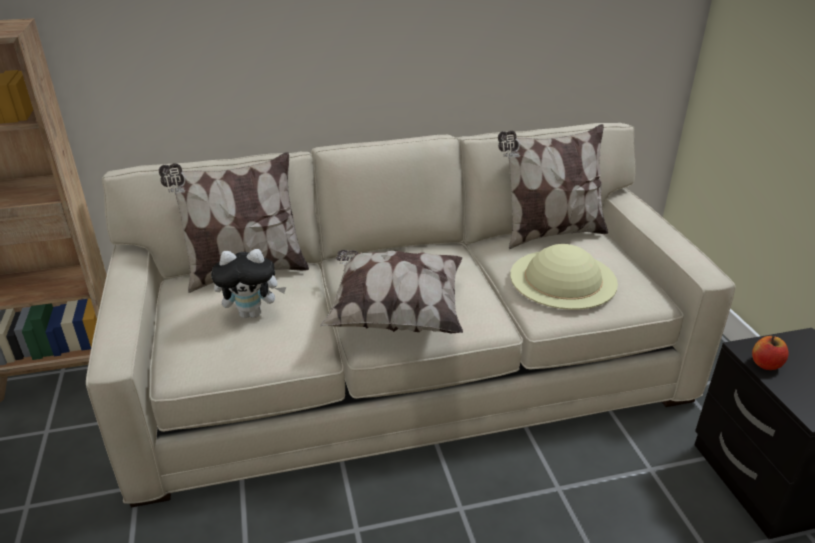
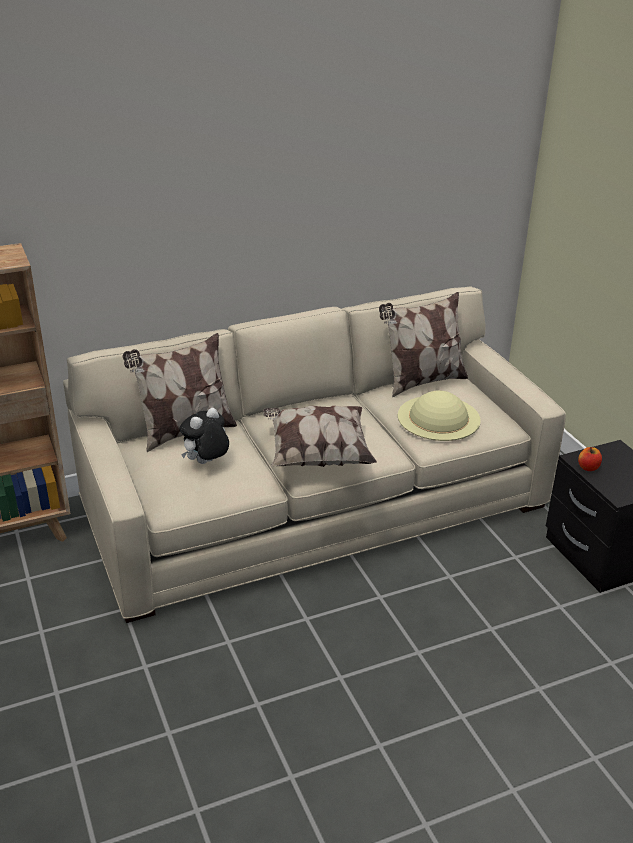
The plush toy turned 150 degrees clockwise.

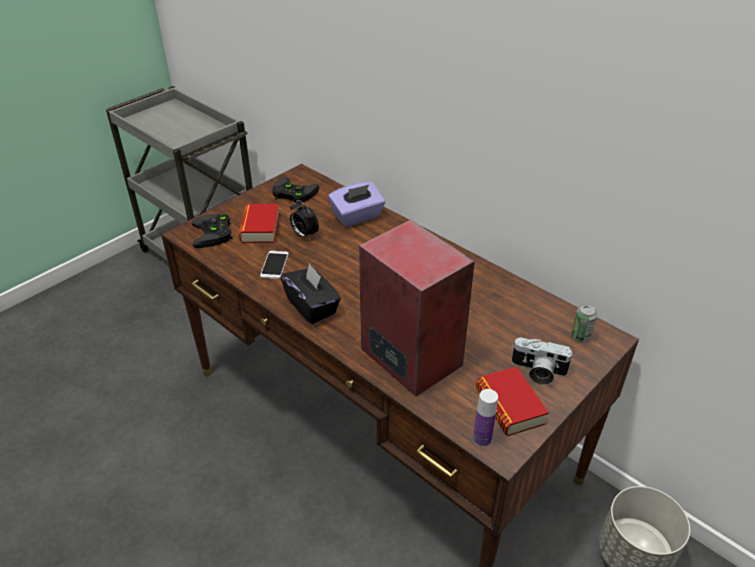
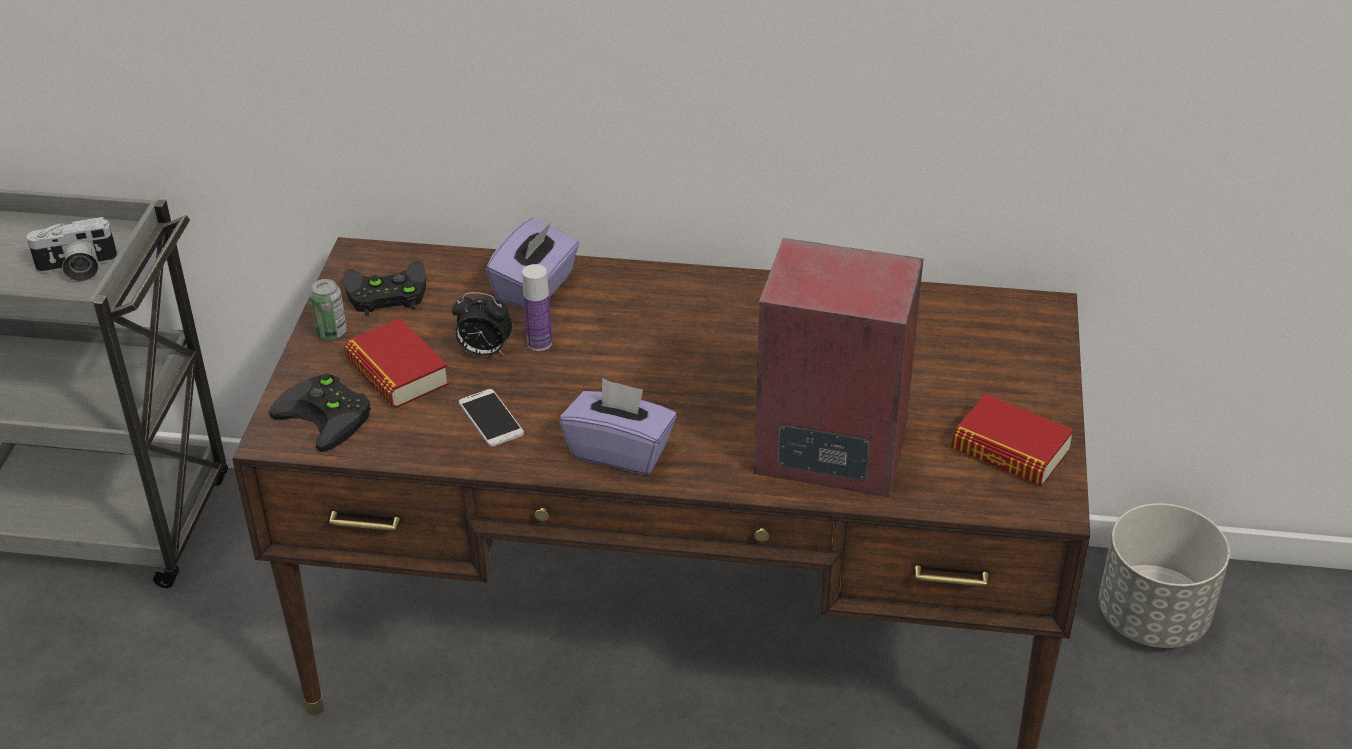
The photo camera moved. The can moved. The bottle moved. The tissue box/black became the tissue box/purple (no. 2 from left).

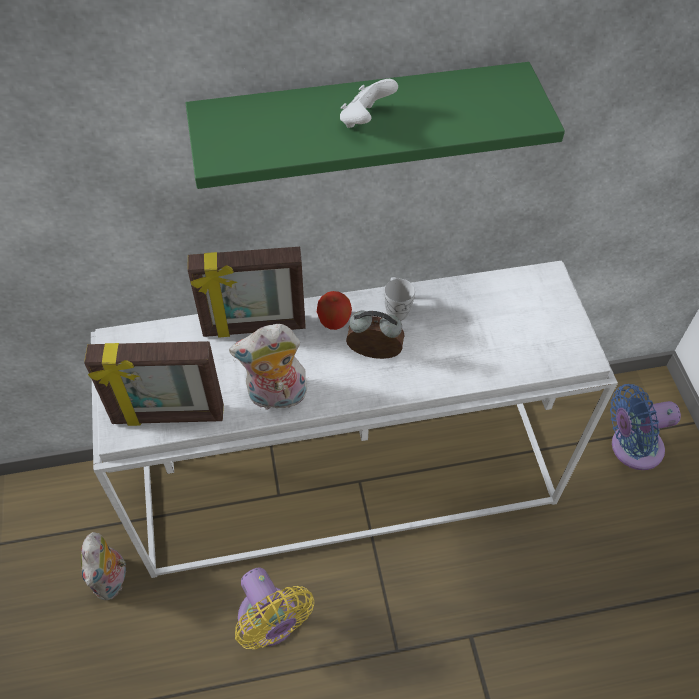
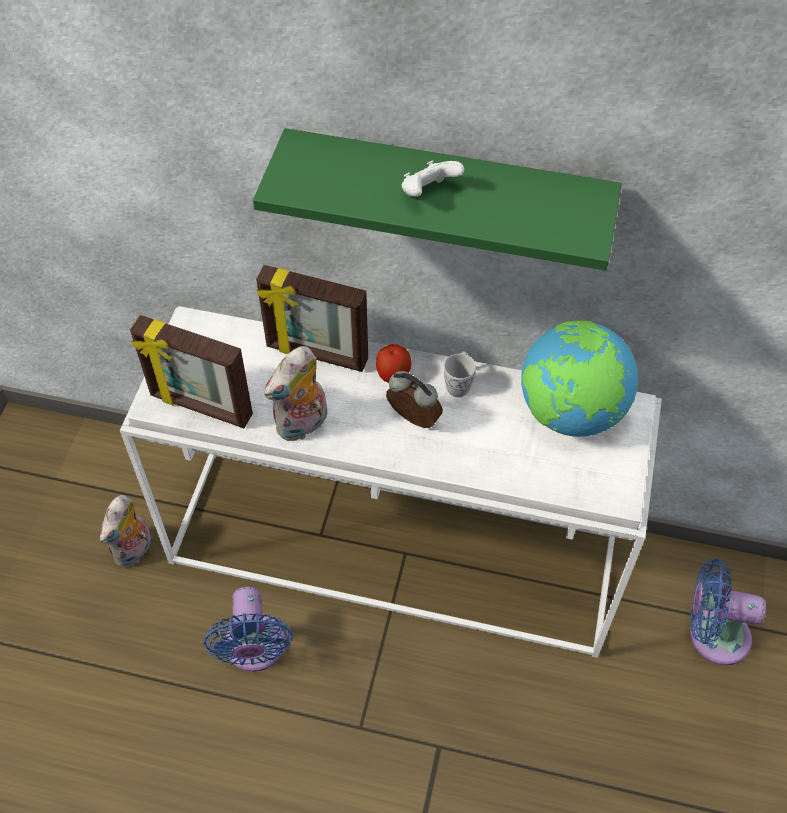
The fan/yellow became the fan/blue (no. 1 from left). The plush toy (no. 2 from left) turned 60 degrees counterclockwise. The globe appeared.

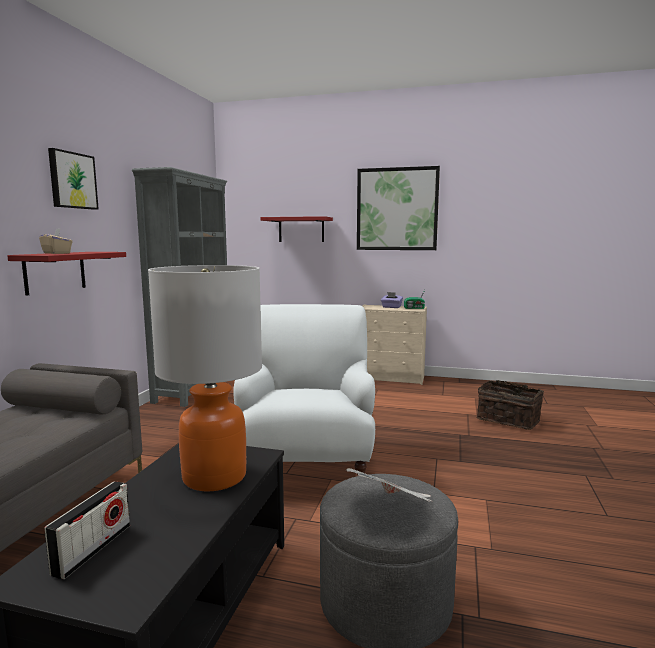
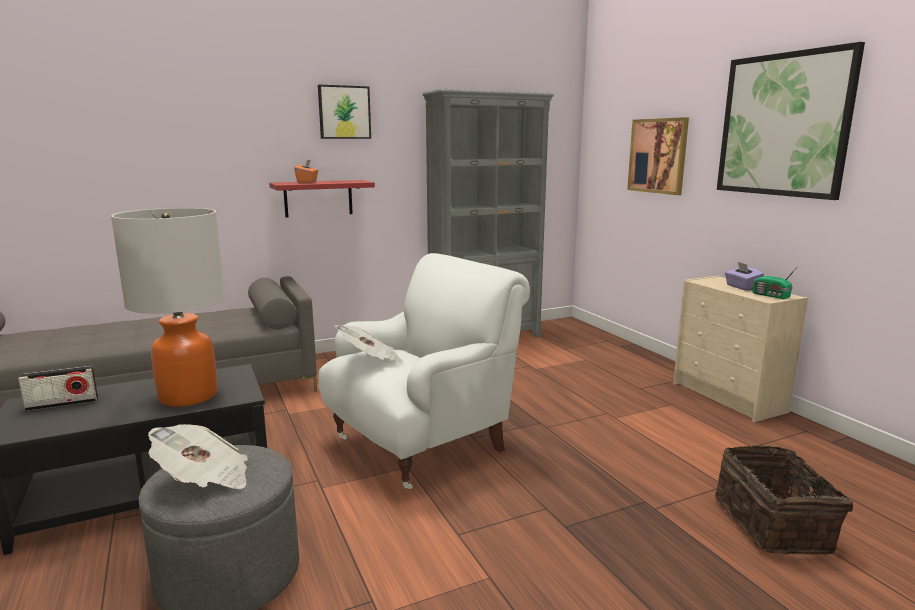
The tissue box/beige became the tissue box/orange. The newspaper (no. 2 from left) appeared. The shelf/red (no. 2 from left) was replaced by the picture (no. 2 from left).

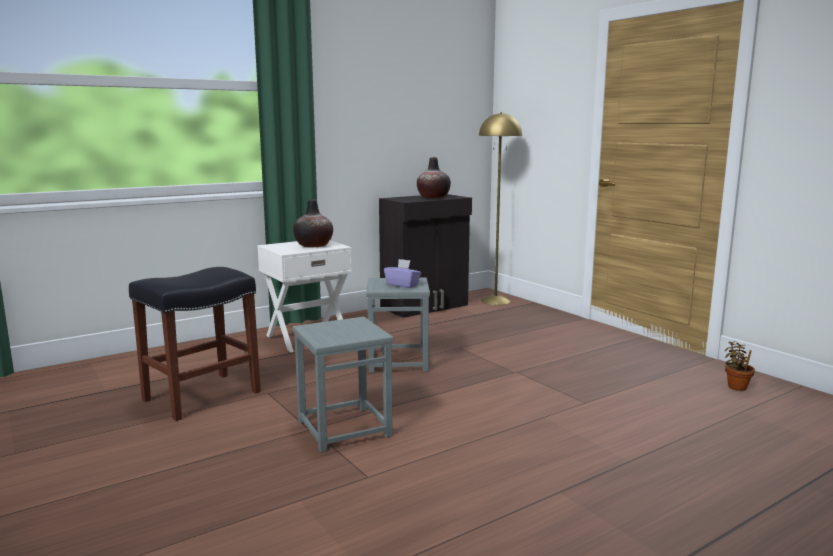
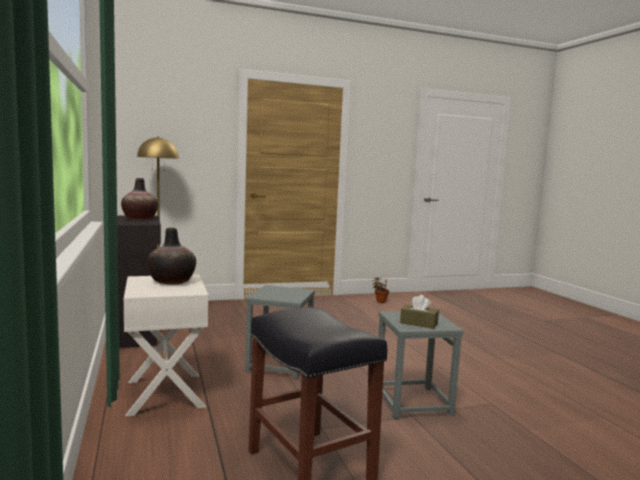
The tissue box/brown appeared. The tissue box/purple disappeared.

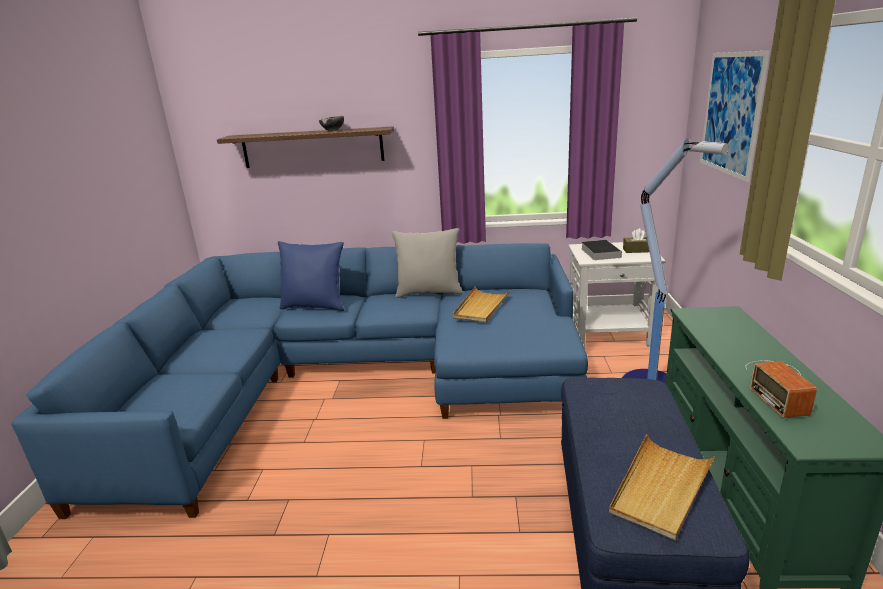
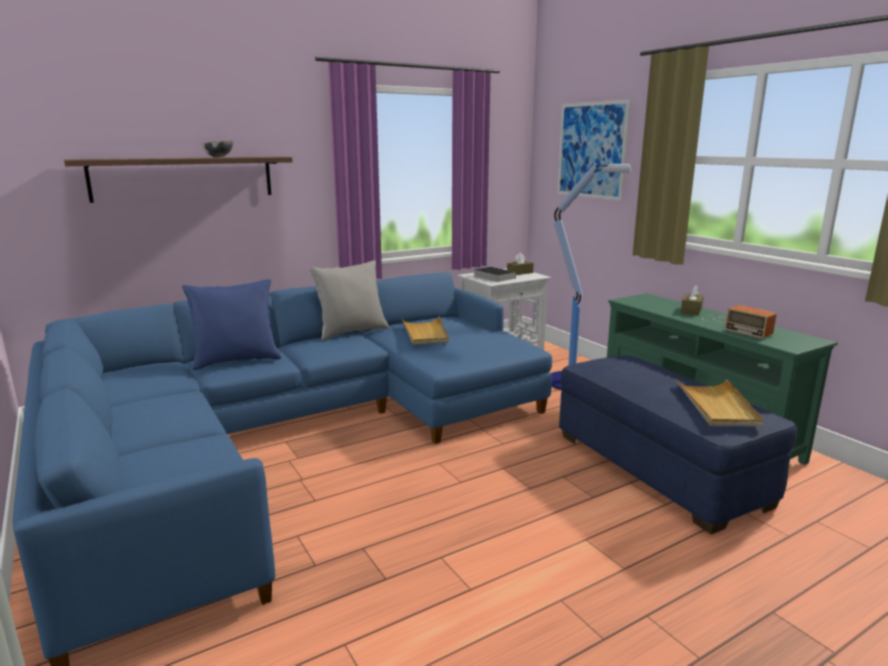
The tissue box/brown (no. 2 from left) appeared.

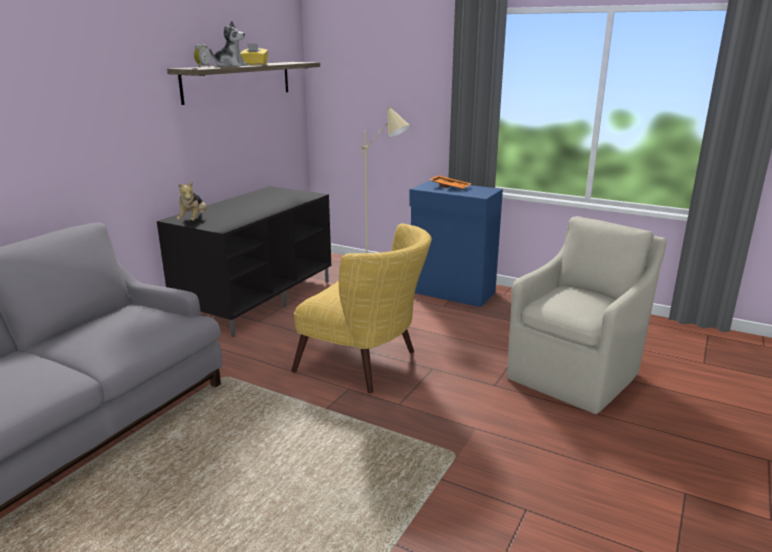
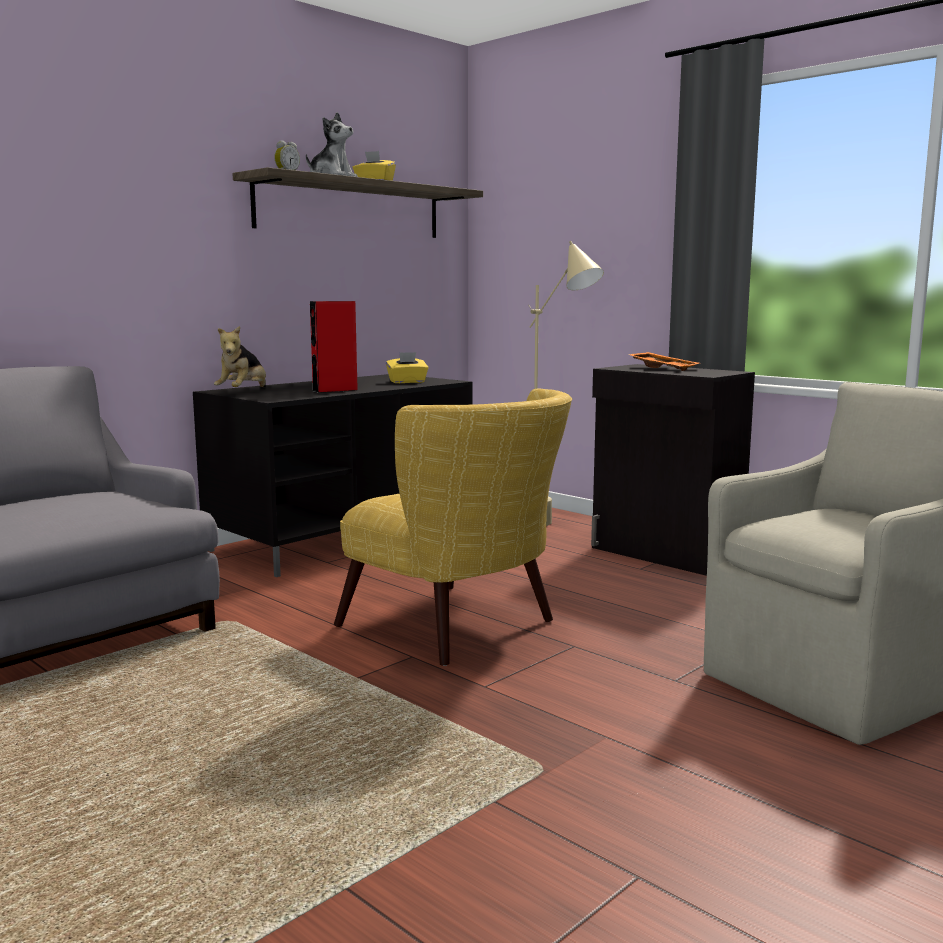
The speaker/red appeared. The tissue box/yellow (no. 2 from left) appeared. The cabinet/blue became the cabinet/black.

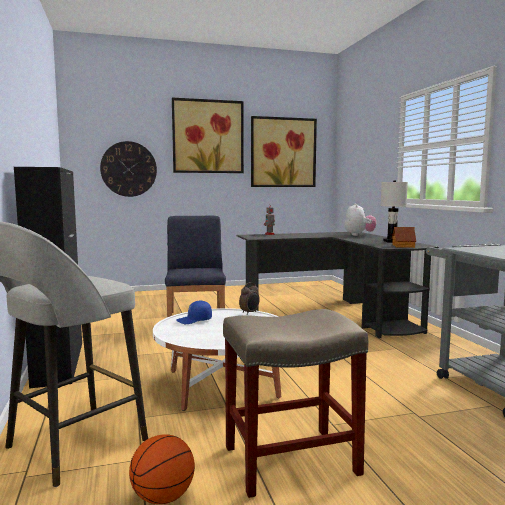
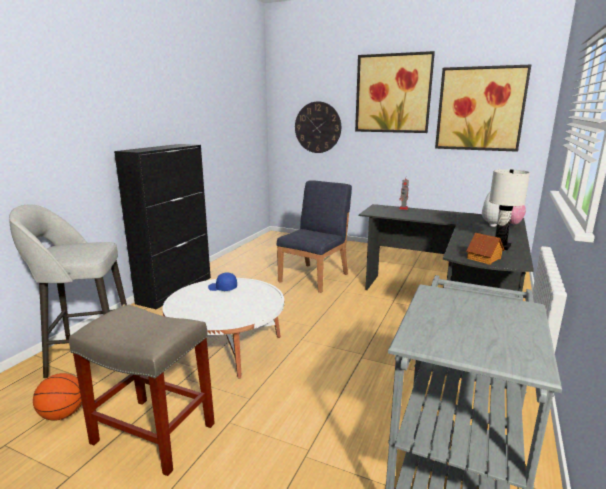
The alarm clock disappeared.

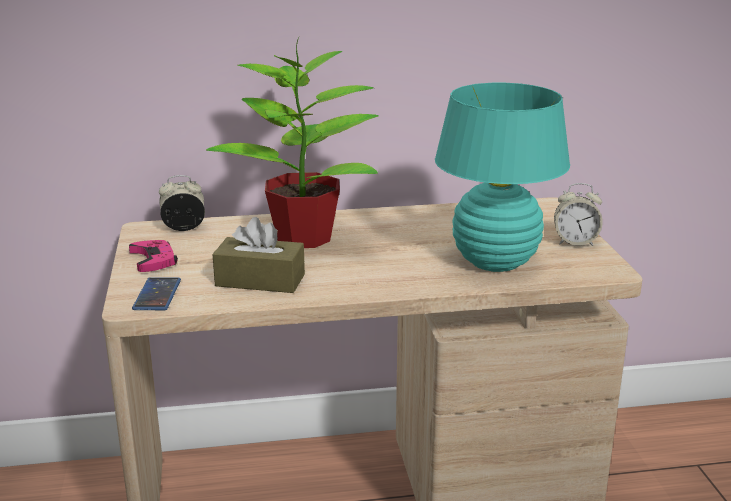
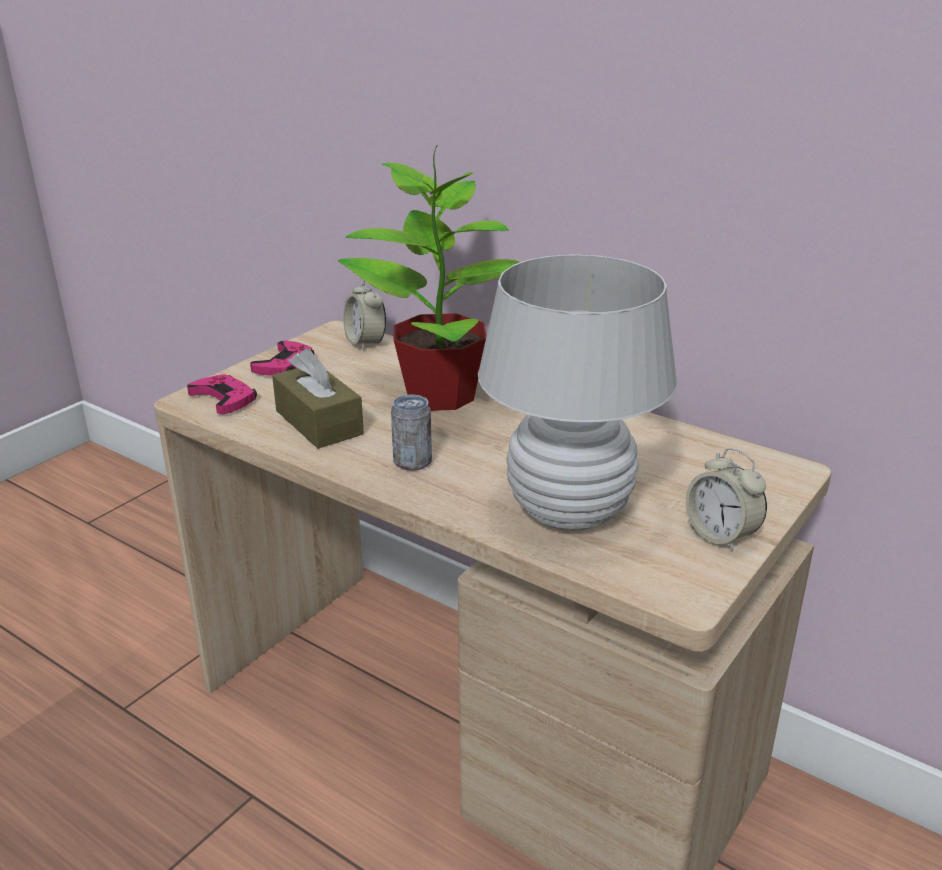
The phone was replaced by the game controller/pink (no. 1 from left). The alarm clock (no. 1 from left) turned 150 degrees counterclockwise. The can appeared. The table lamp/turquoise became the table lamp/white.

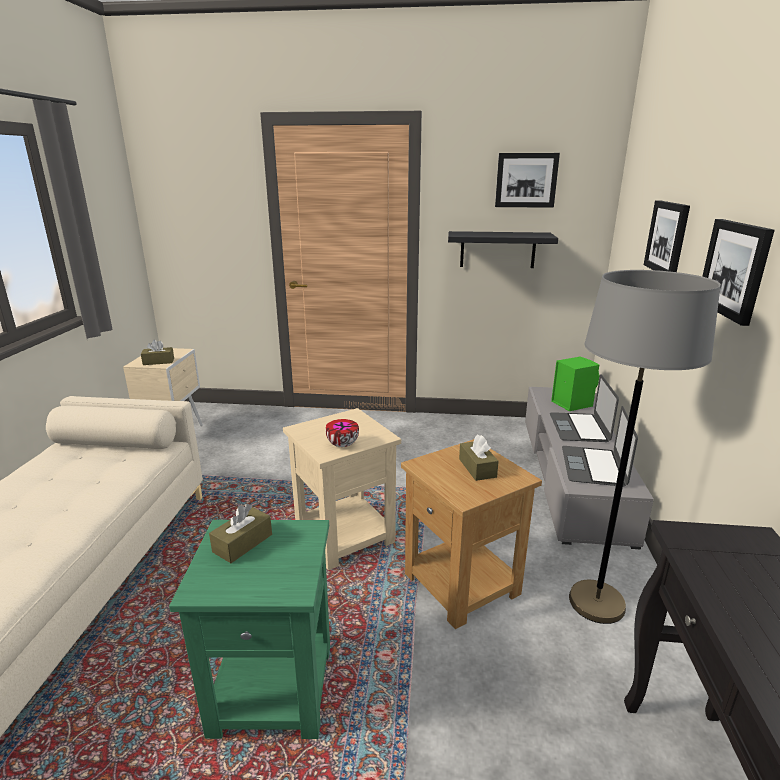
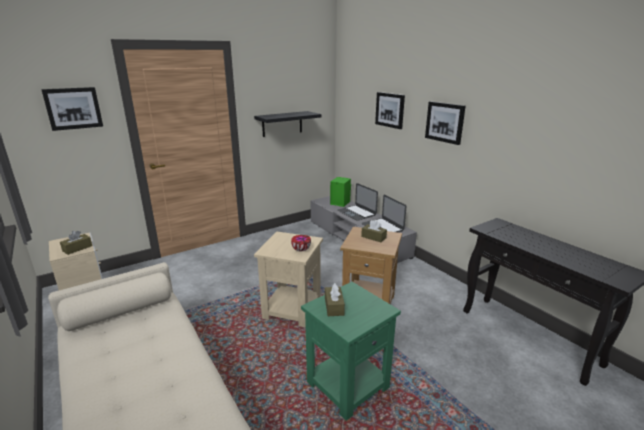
The picture (no. 1 from left) moved. The floor lamp/grey disappeared.

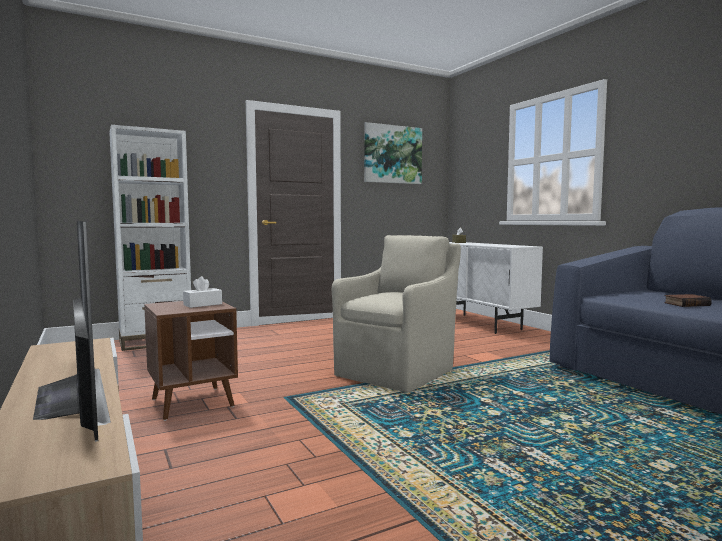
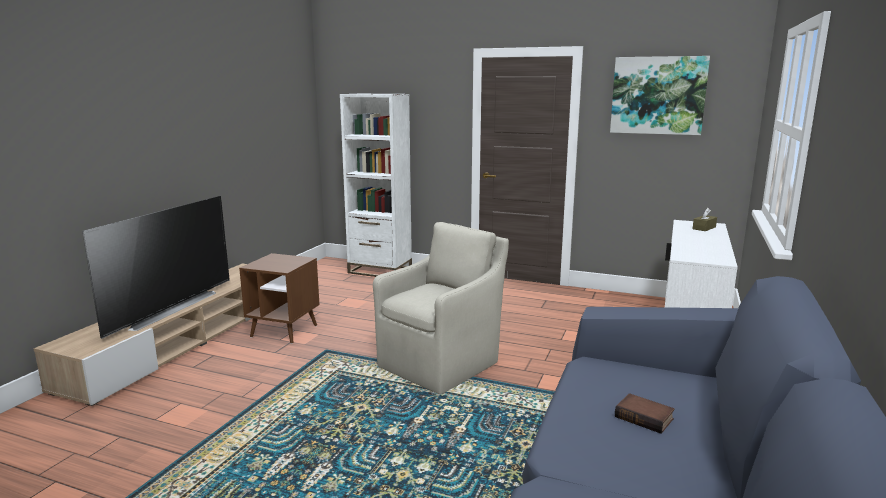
The armchair/beige turned 45 degrees counterclockwise. The tissue box/white disappeared.

